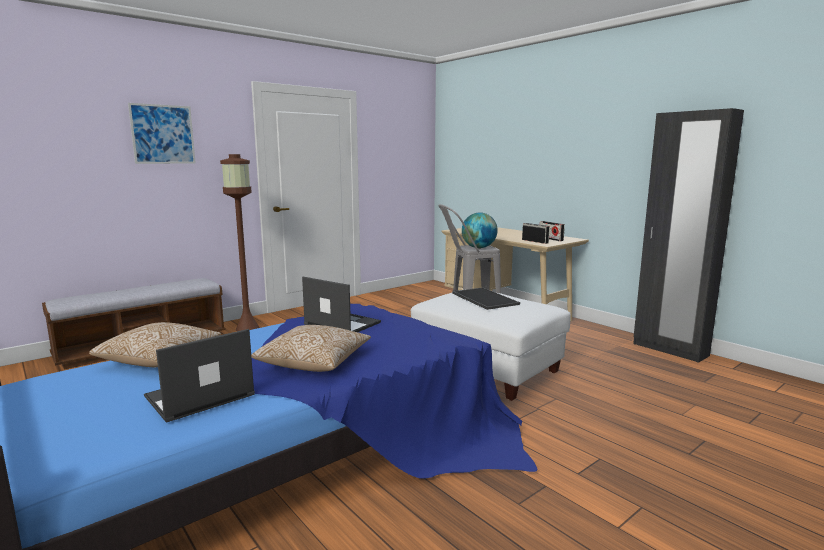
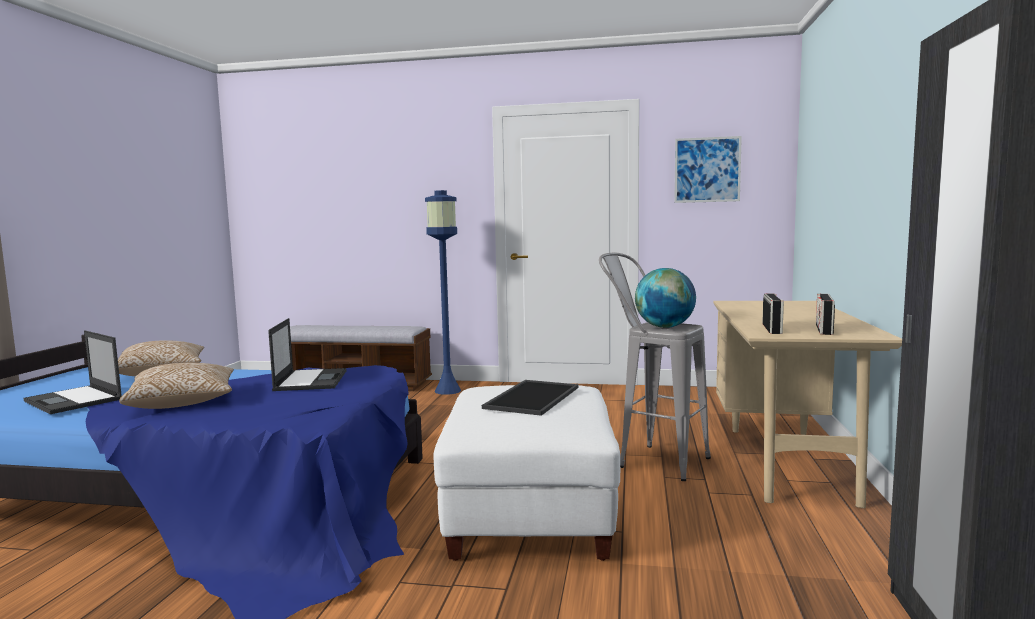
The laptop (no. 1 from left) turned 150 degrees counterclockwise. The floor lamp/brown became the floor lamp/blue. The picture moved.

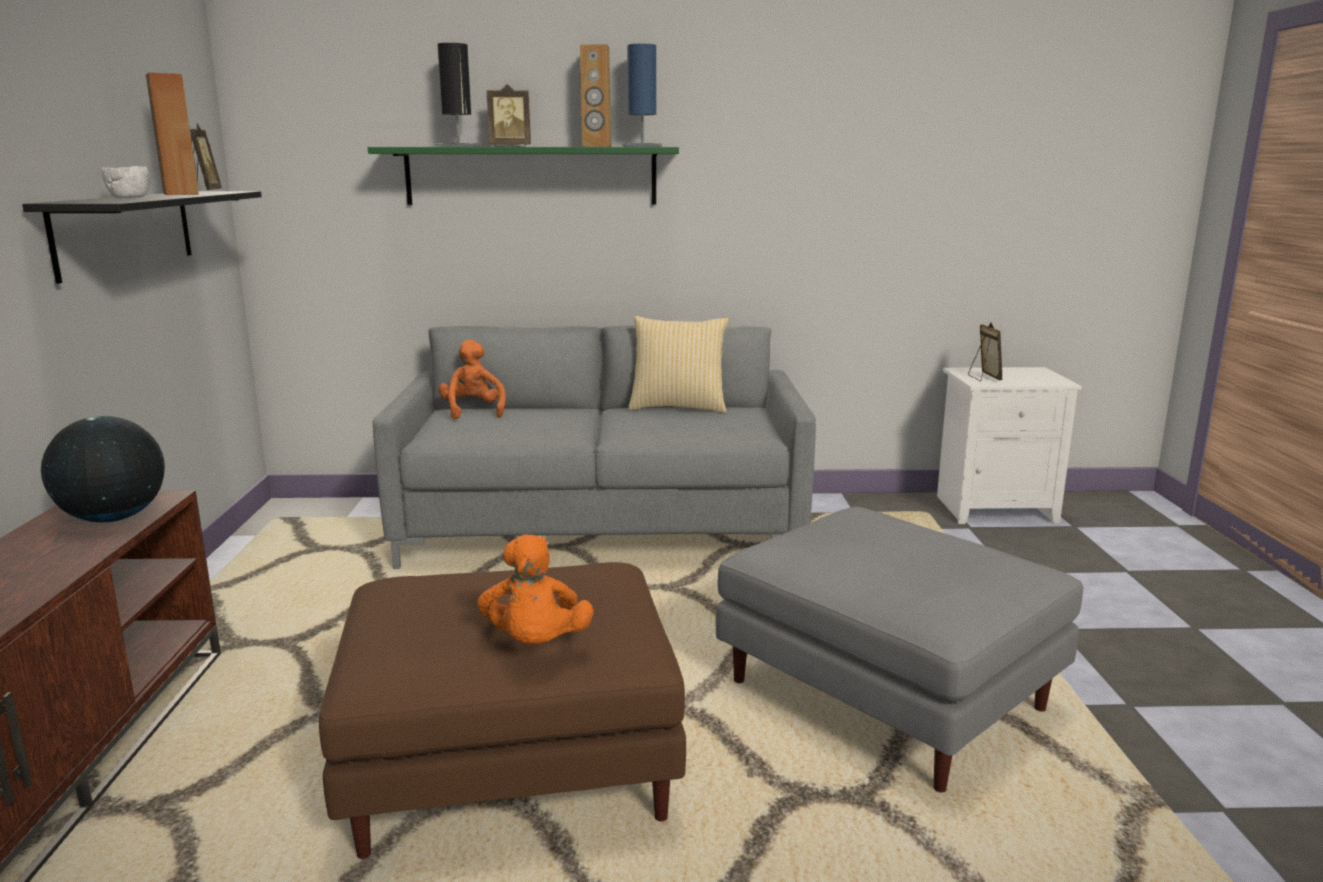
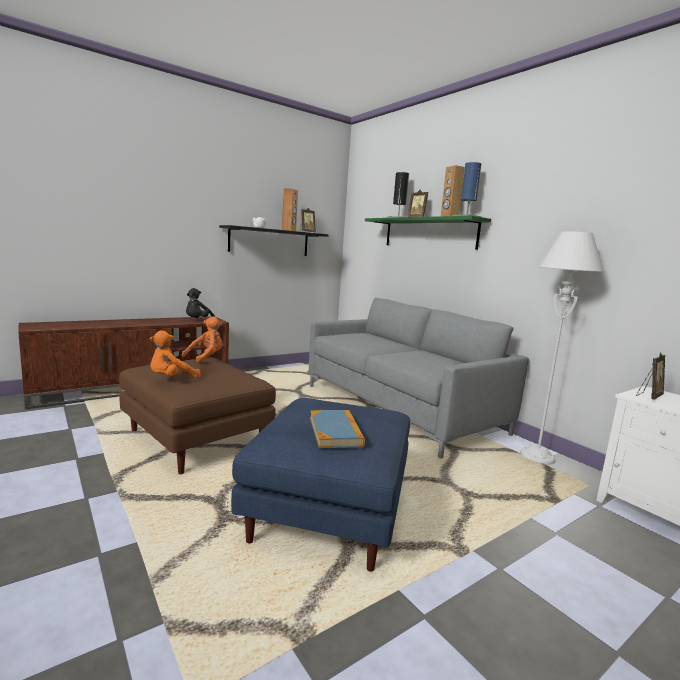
The plush toy/orange (no. 1 from left in the first image) moved. The globe was replaced by the plush toy/black. The ottoman/grey became the ottoman/blue. The book appeared. The floor lamp/grey appeared. The pillow disappeared.

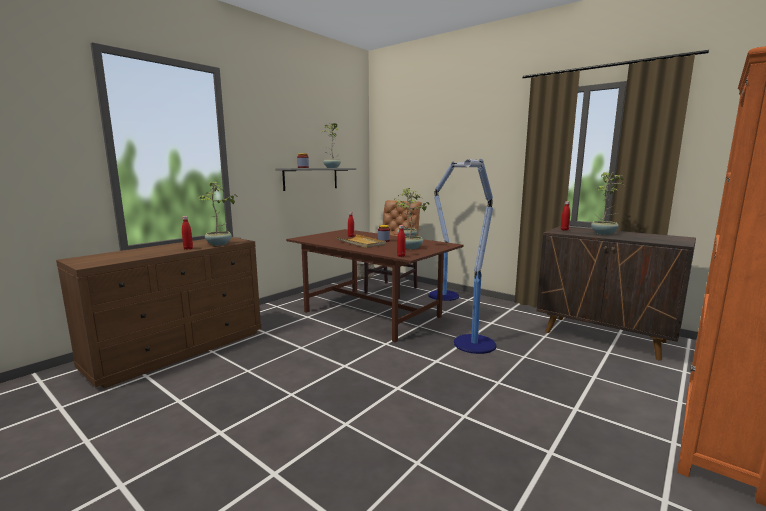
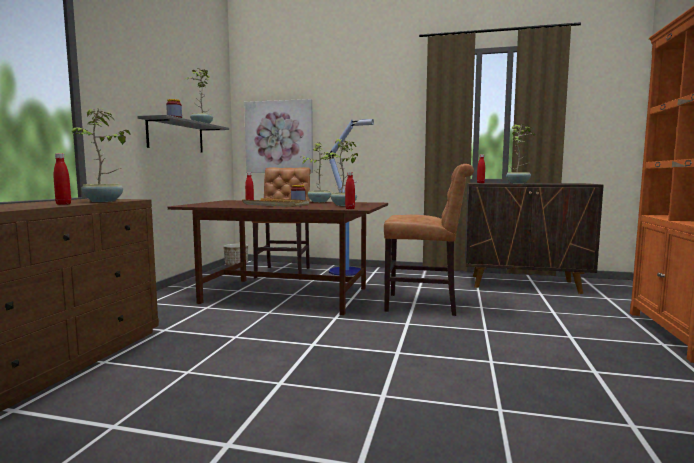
The picture appeared. The floor lamp (no. 2 from left) was replaced by the chair/brown (no. 2 from left).

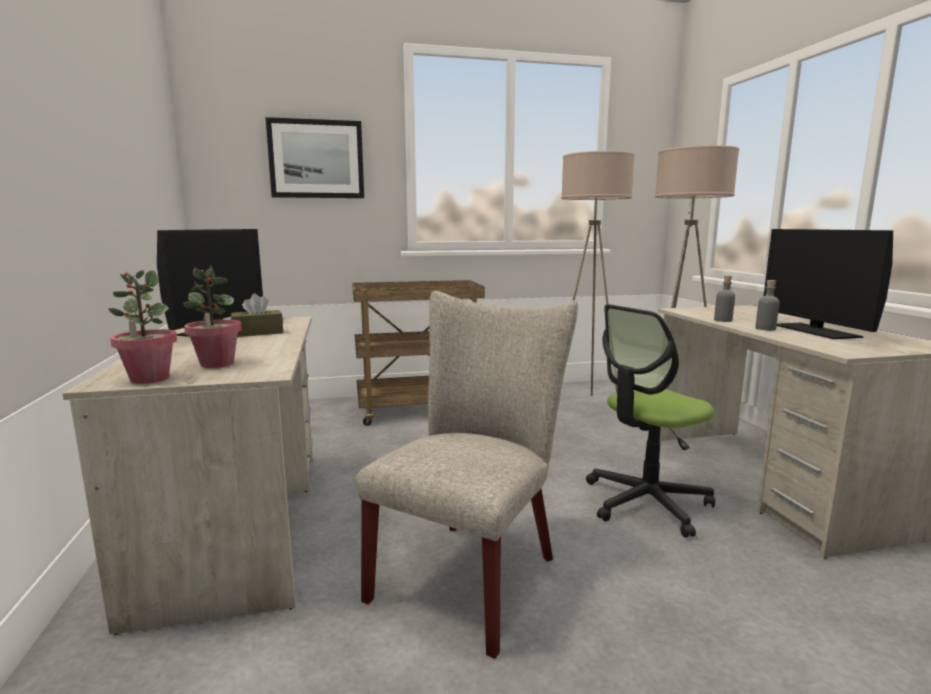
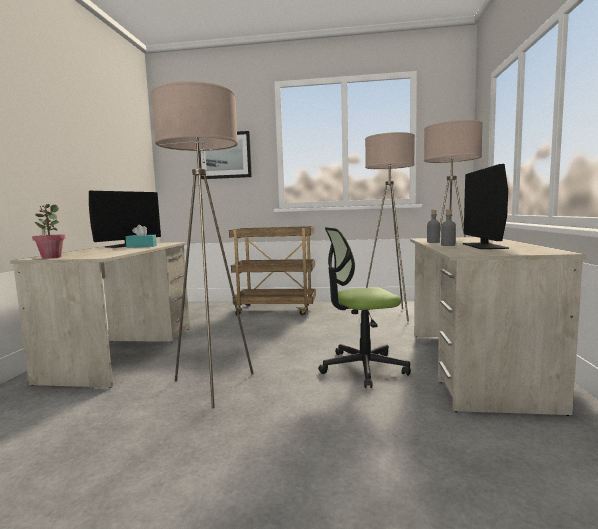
The tissue box/brown became the tissue box/turquoise. The chair/beige was replaced by the floor lamp/beige (no. 1 from left). The potted plant (no. 2 from left) disappeared.

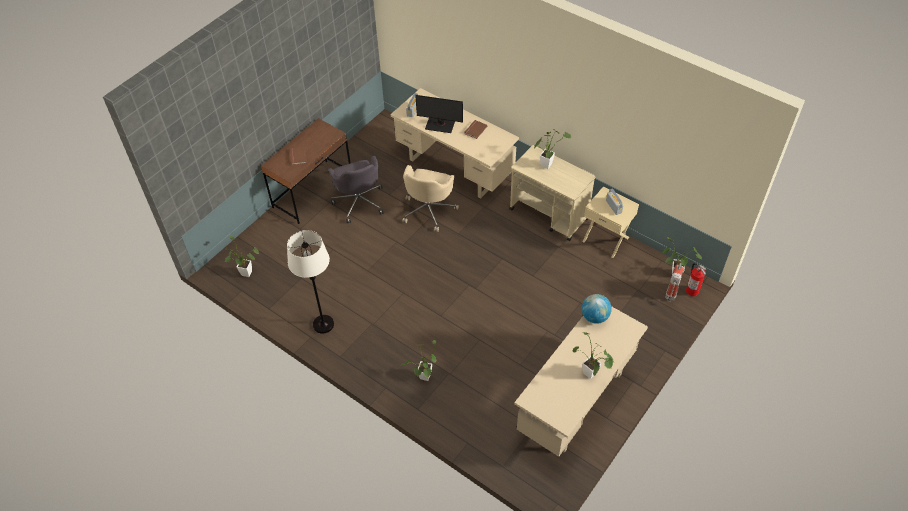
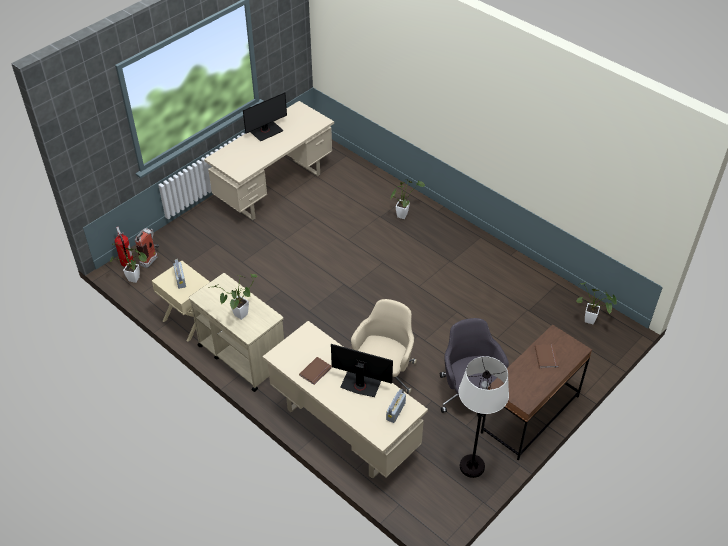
The potted plant (no. 4 from left) was replaced by the monitor (no. 1 from left). The floor lamp/white moved. The globe disappeared.

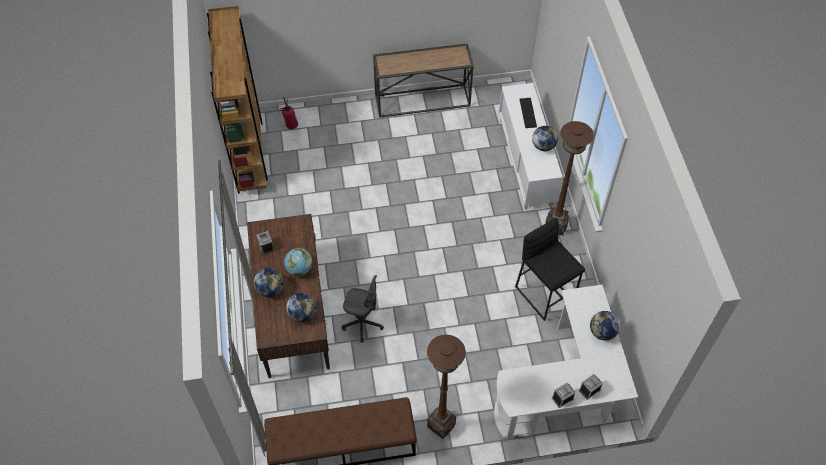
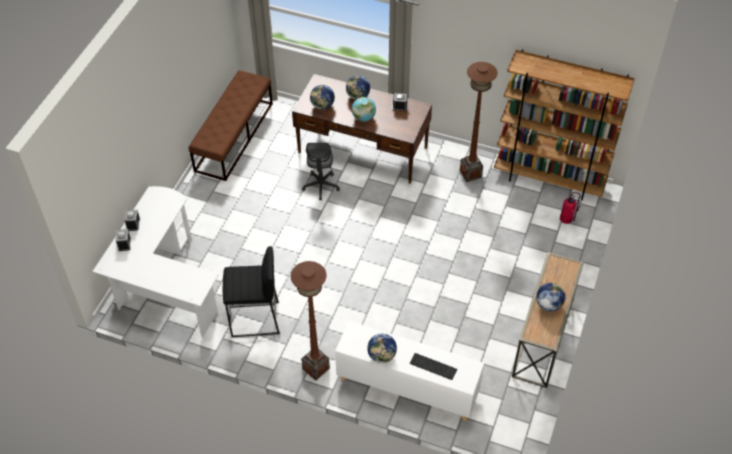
The office chair/grey turned 45 degrees counterclockwise. The floor lamp/brown (no. 1 from left in the first image) moved. The globe (no. 5 from left) moved.

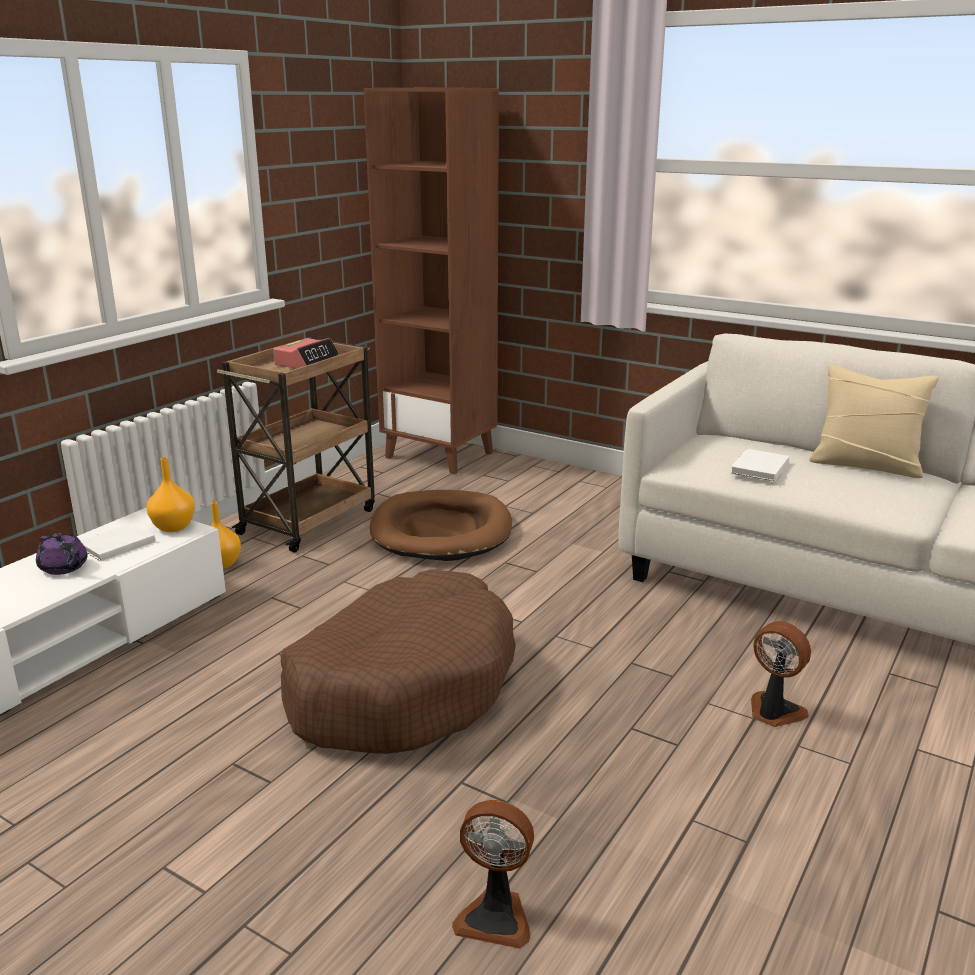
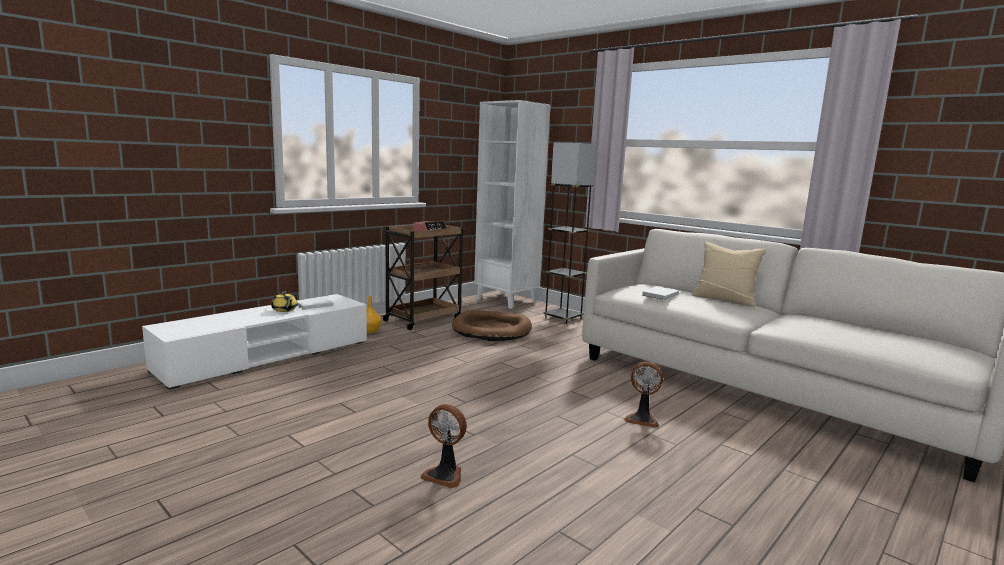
The teapot/purple became the teapot/yellow. The bookcase/brown became the bookcase/white. The floor lamp/grey appeared. The fan (no. 2 from left) turned 150 degrees clockwise. The vase/orange (no. 1 from left) disappeared. The dog bed/brown (no. 1 from left) disappeared.

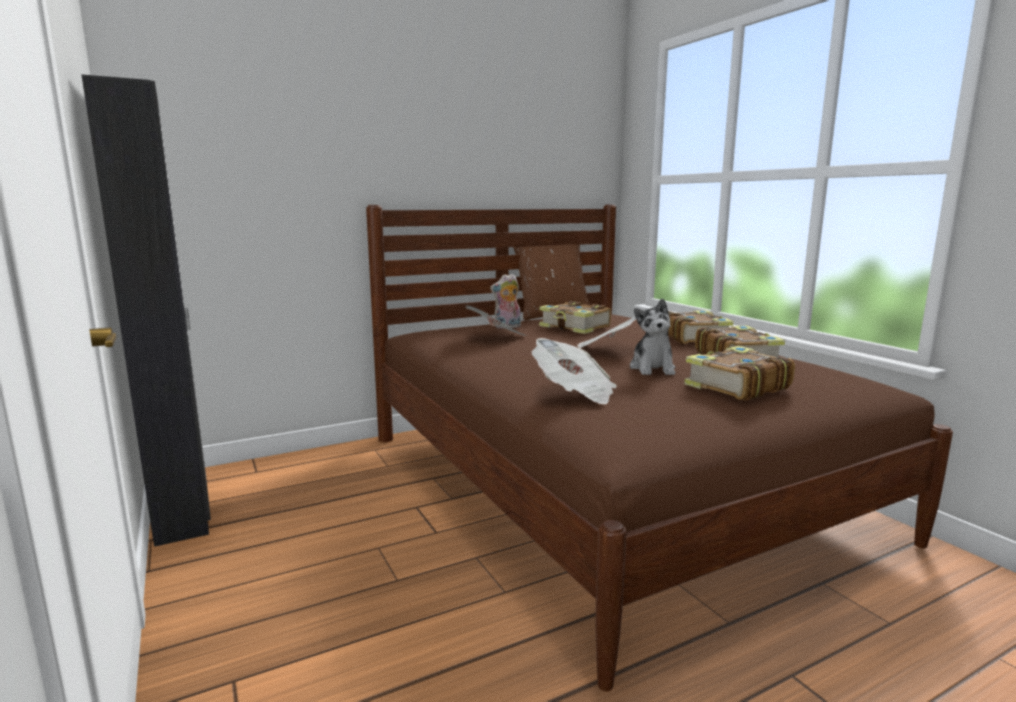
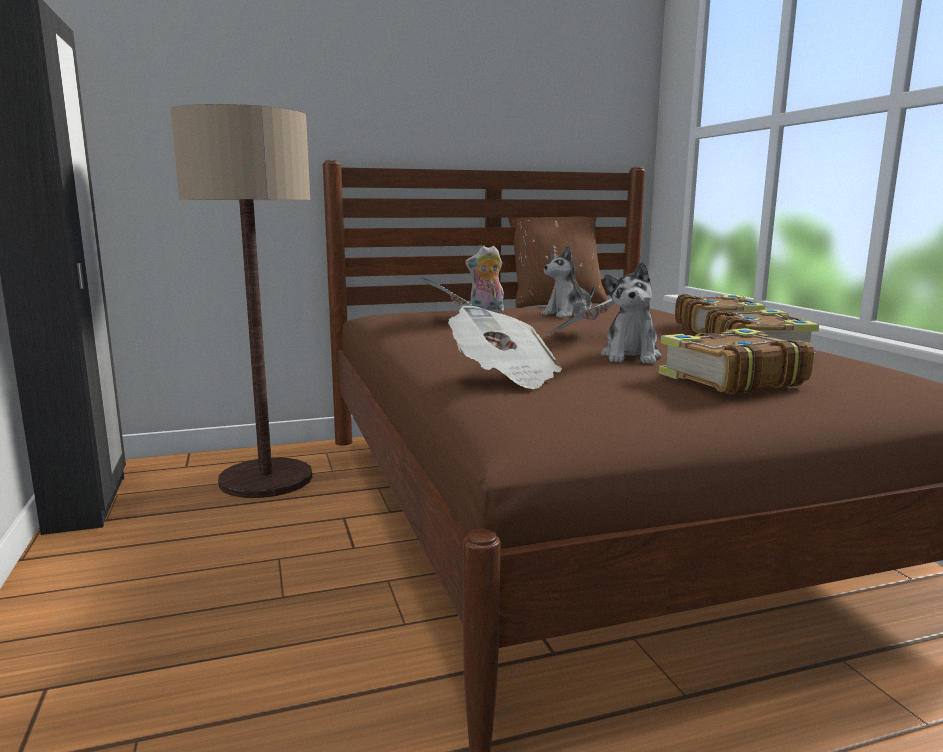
The floor lamp appeared. The book (no. 1 from left) was replaced by the plush toy (no. 2 from left).

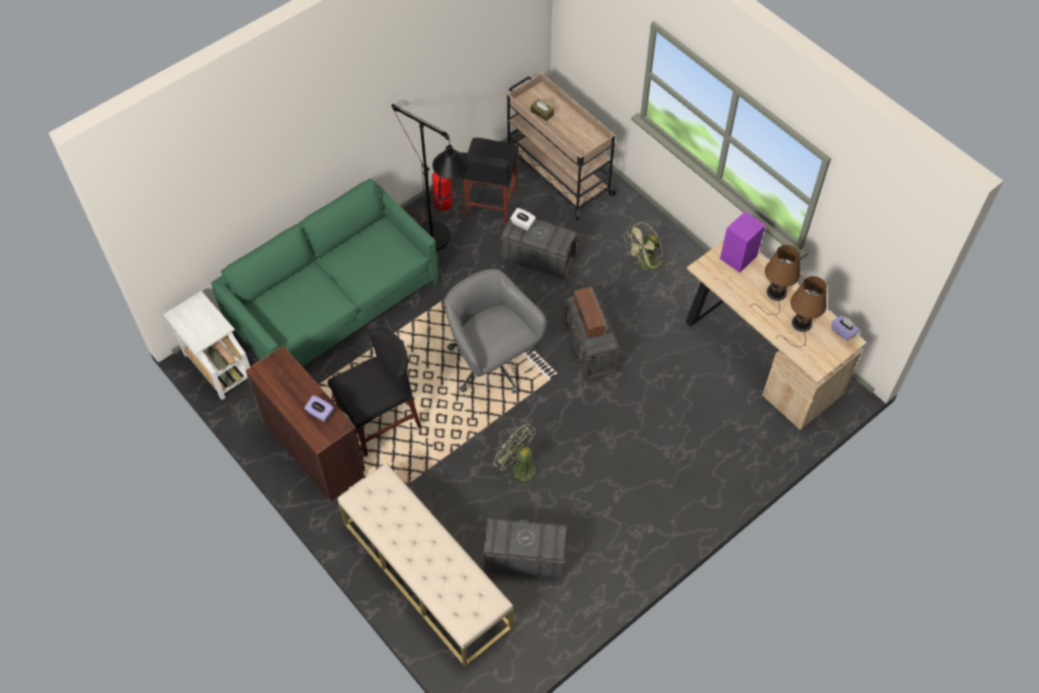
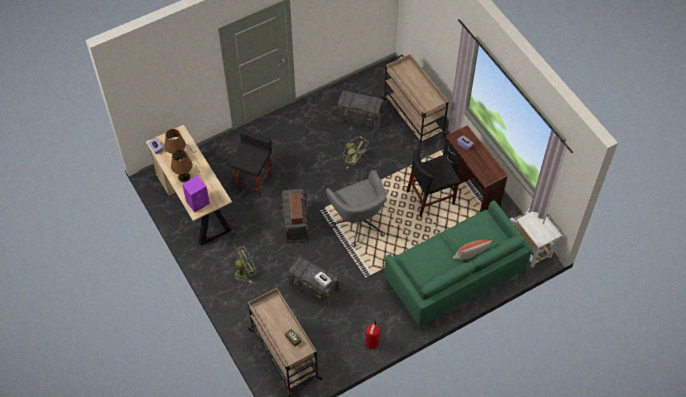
The stool/black moved. The bench/beige was replaced by the cart/beige (no. 2 from left). The pillow appeared. The floor lamp/black disappeared.

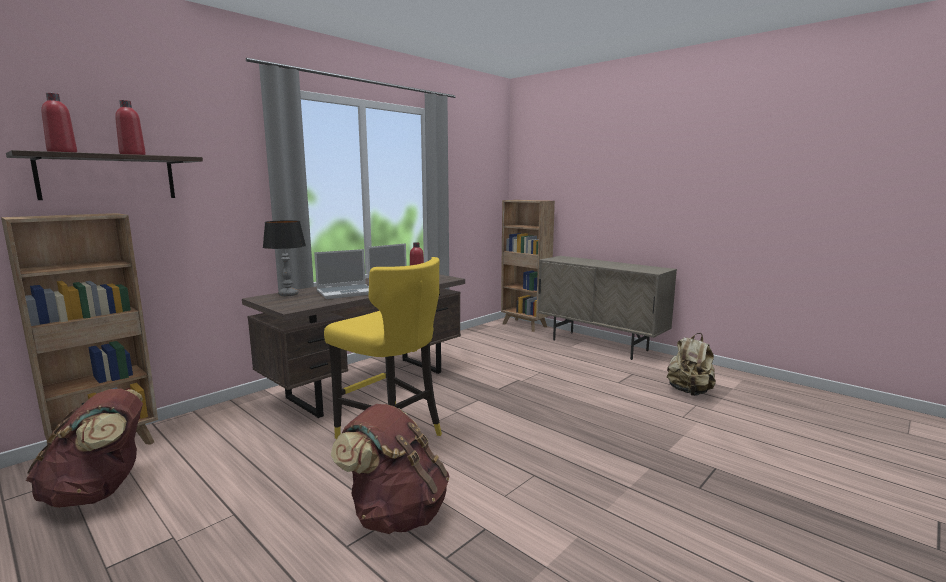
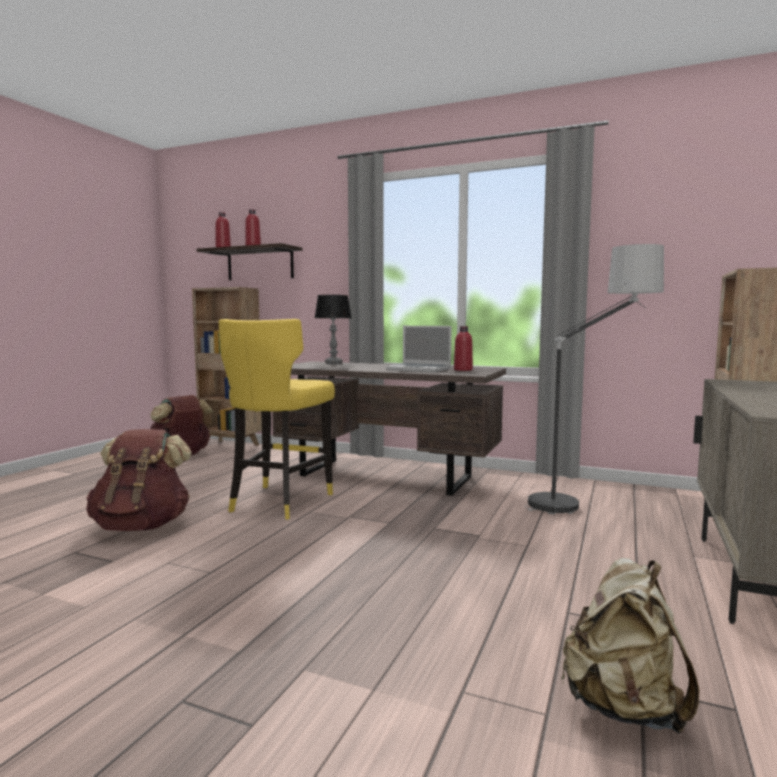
The floor lamp appeared. The laptop (no. 1 from left) disappeared.

